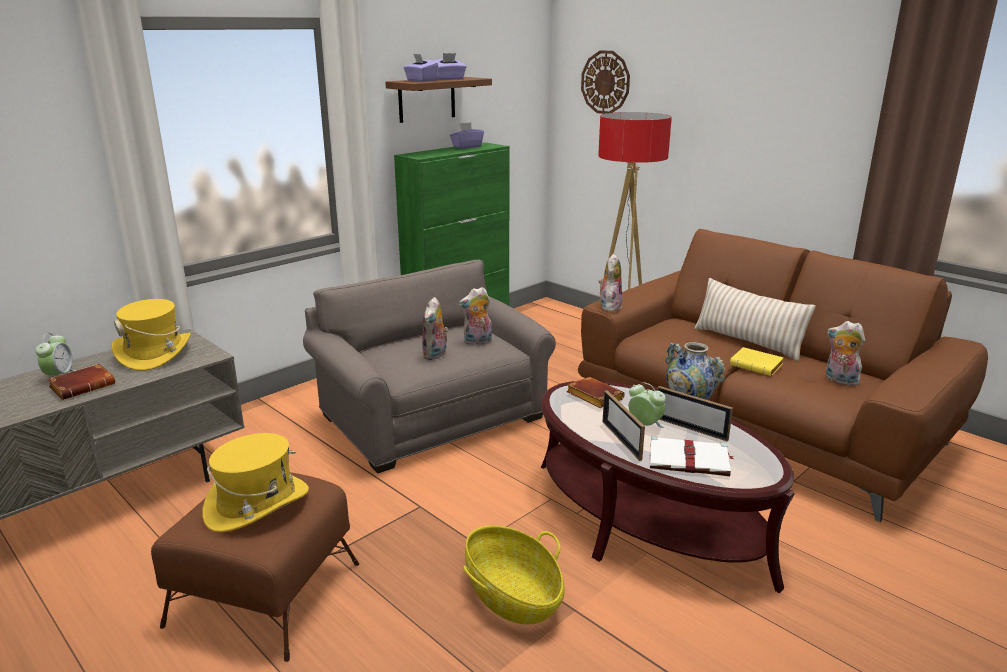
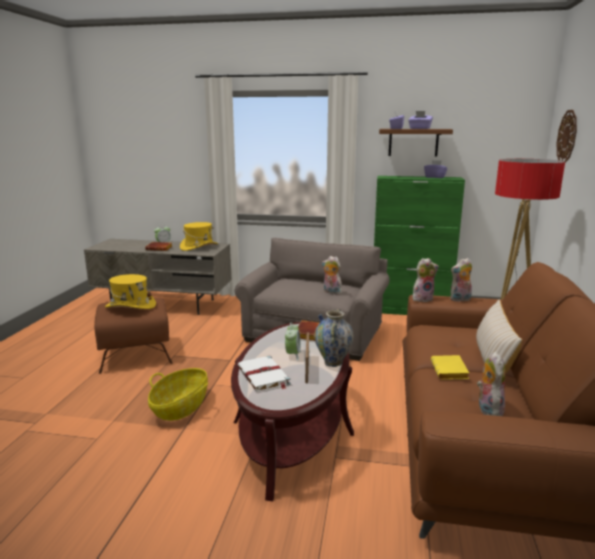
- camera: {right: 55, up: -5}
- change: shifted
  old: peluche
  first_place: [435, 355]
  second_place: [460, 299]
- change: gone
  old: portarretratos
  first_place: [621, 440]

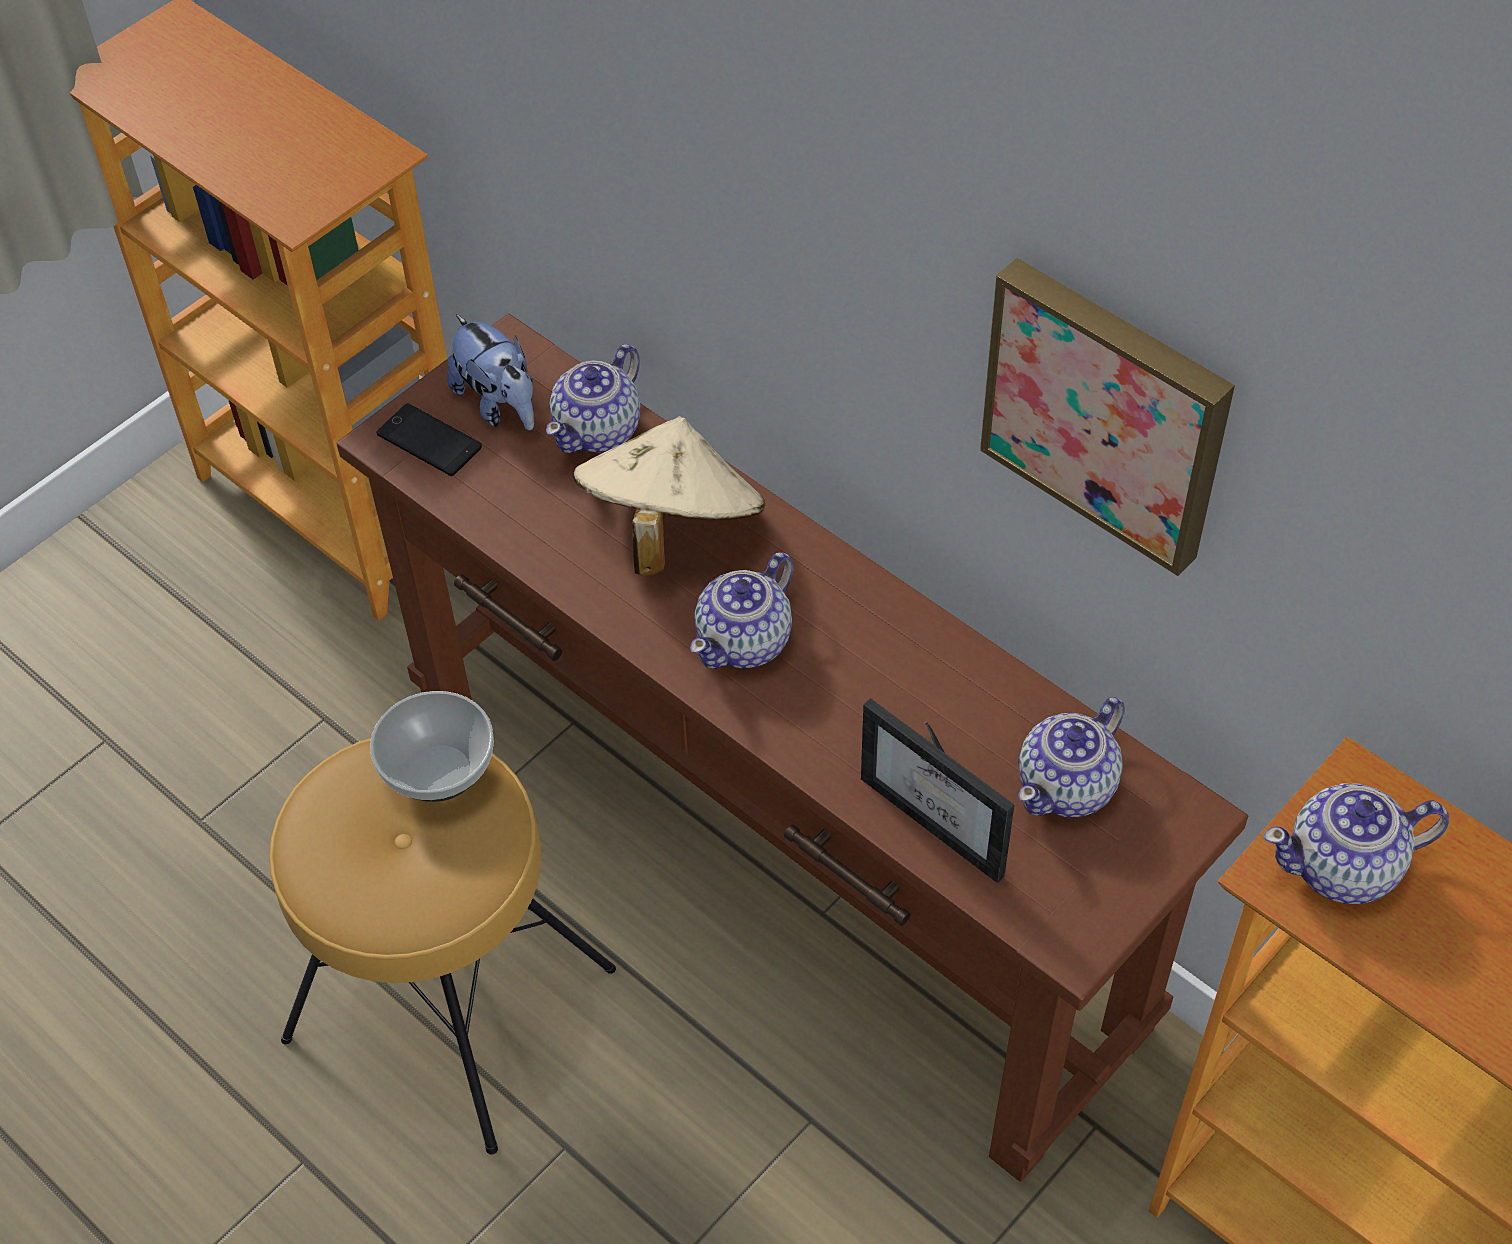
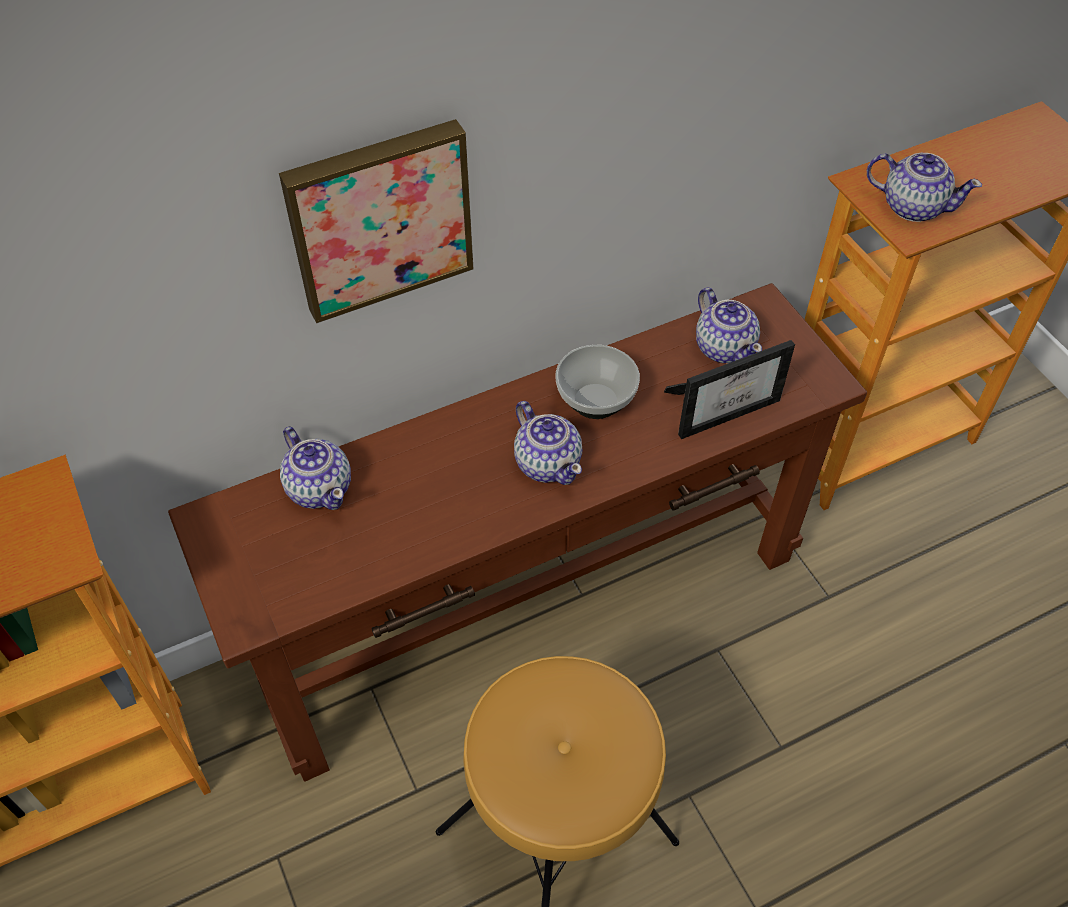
- camera: {right: -70, up: 0}
- change: shifted
  old: cuadro
  first_place: [1108, 411]
  second_place: [379, 218]
- change: shifted
  old: cuenco
  first_place: [438, 774]
  second_place: [596, 402]
- change: rotated
  old: tetera
  first_place: [1345, 867]
  second_place: [912, 206]
  degrees: -75
- change: gone
  old: móvil
  first_place: [429, 441]
- change: gone
  old: peluche
  first_place: [499, 404]
- change: gone
  old: sombrero [beis]
  first_place: [670, 528]

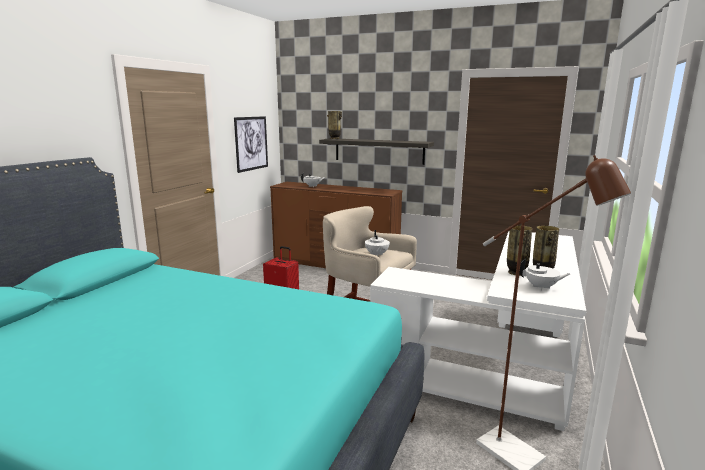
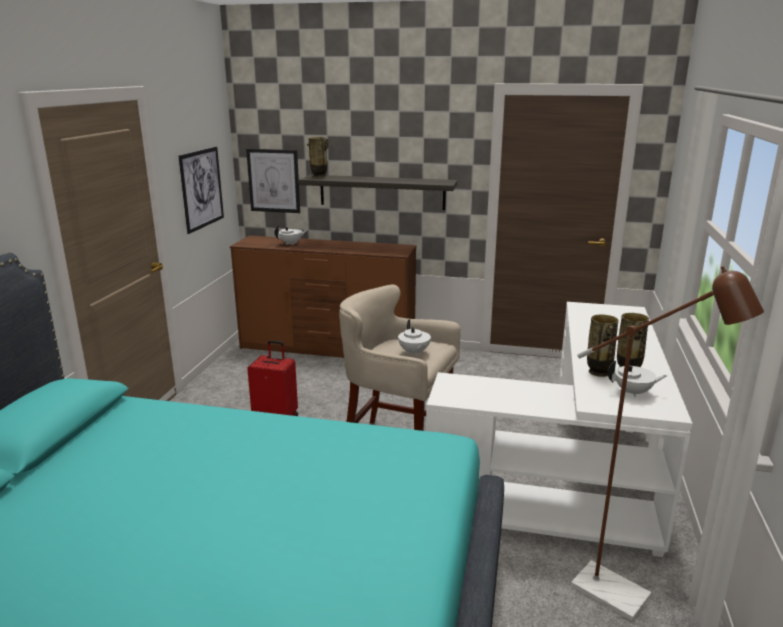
- camera: {right: -10, up: 5}
- change: new
  new: cuadro
  second_place: [274, 180]

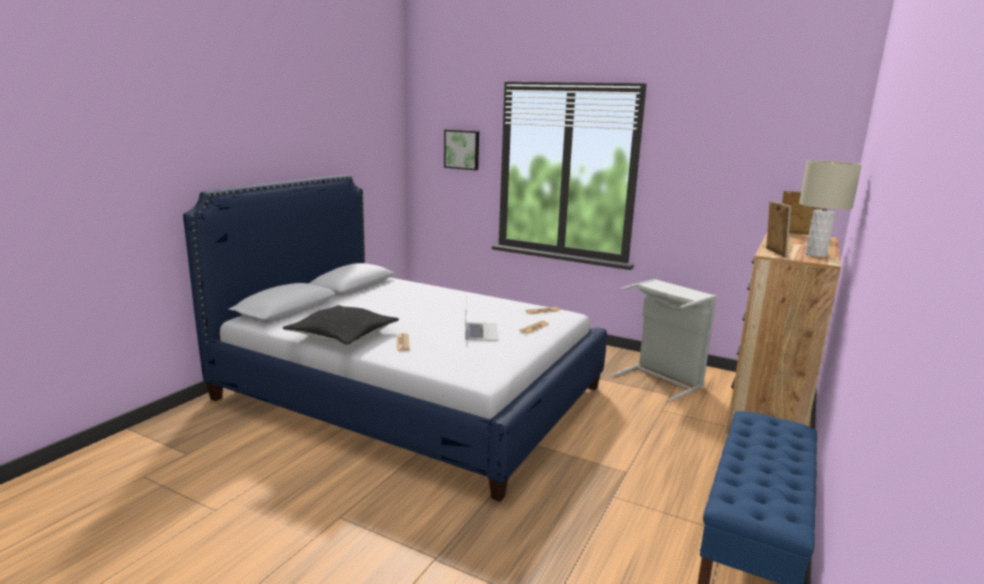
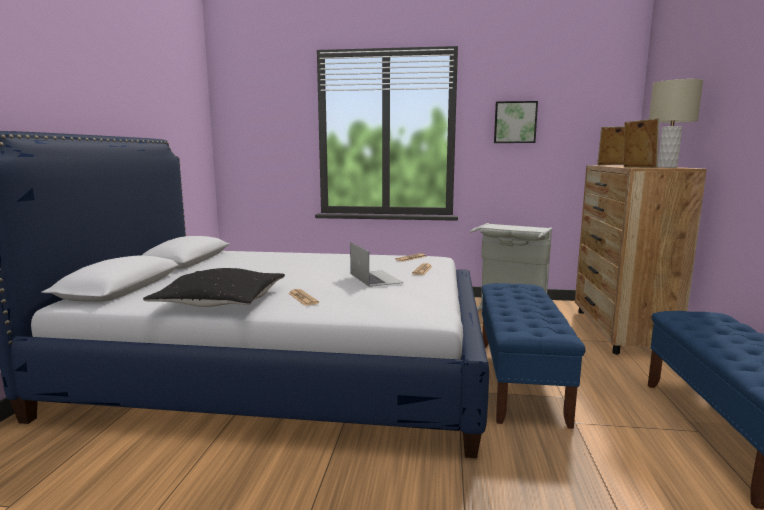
- camera: {right: -20, up: -5}
- change: new
  new: banco [azul]
  second_place: [519, 379]
- change: shifted
  old: cuadro
  first_place: [462, 149]
  second_place: [515, 122]

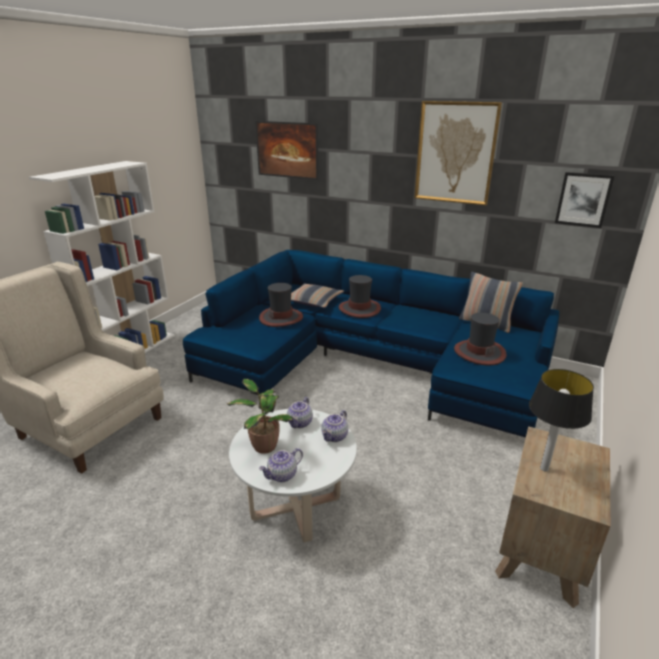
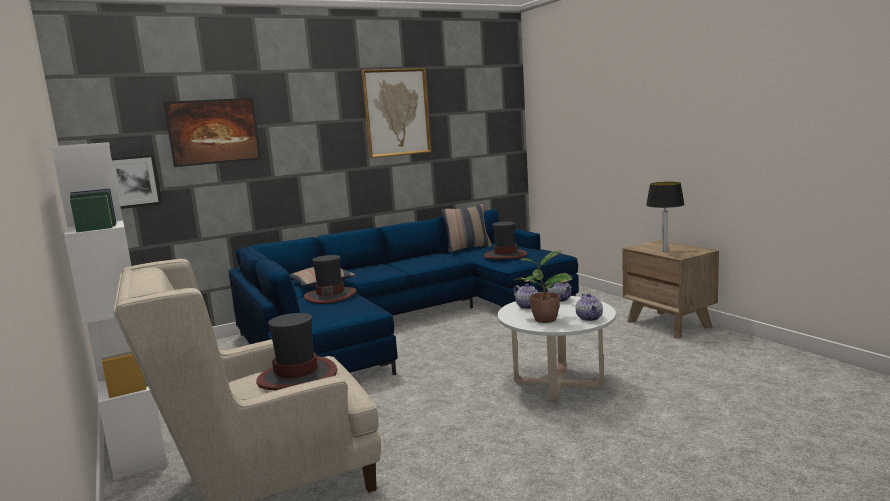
- camera: {right: -55, up: -15}
- change: shifted
  old: cuadro
  first_place: [583, 199]
  second_place: [134, 181]
- change: shifted
  old: sombrero
  first_place: [359, 309]
  second_place: [298, 376]

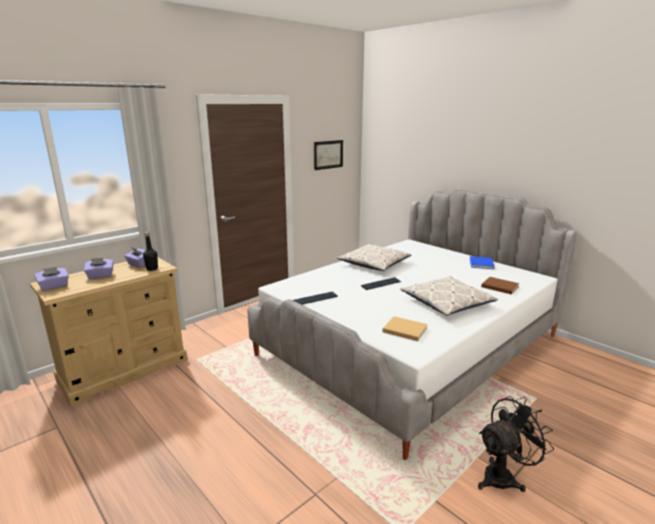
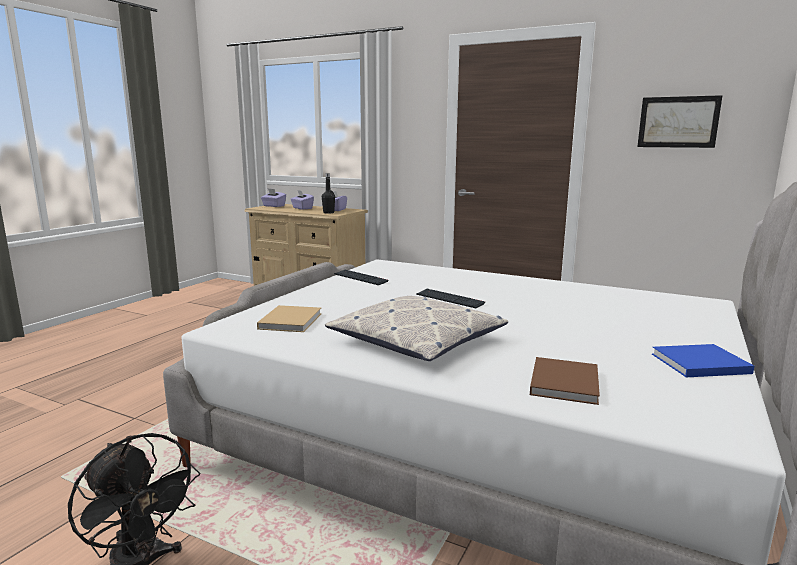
- camera: {right: 70, up: -5}
- change: gone
  old: cojín
  first_place: [374, 263]

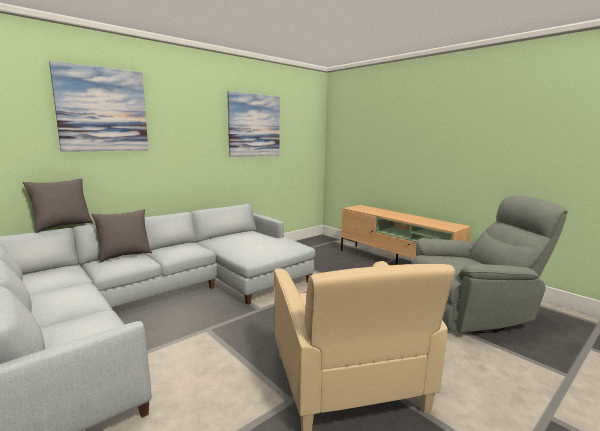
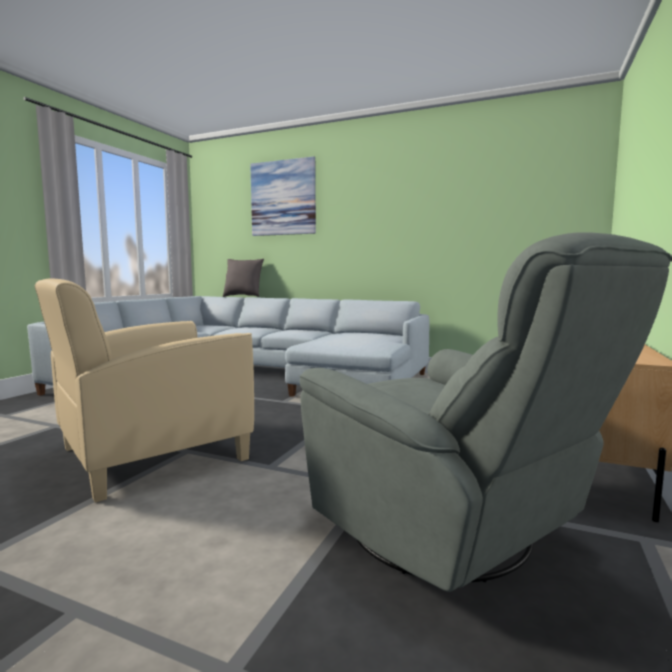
- camera: {right: 65, up: -5}
- change: gone
  old: cojín [gris]
  first_place: [124, 256]
- change: gone
  old: cuadro
  first_place: [254, 125]

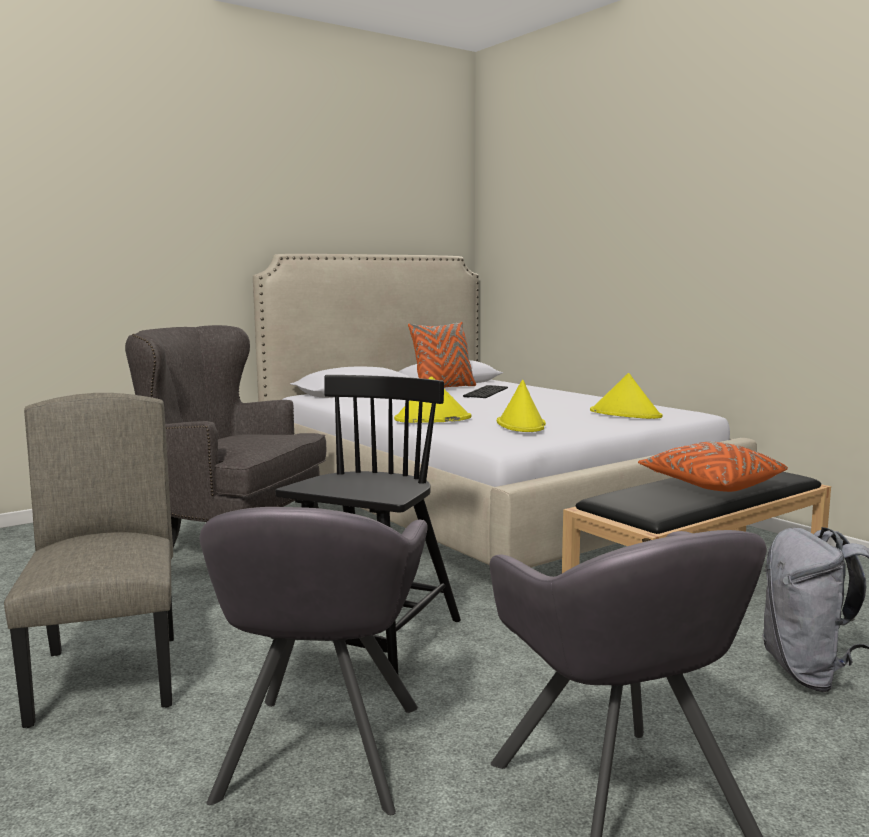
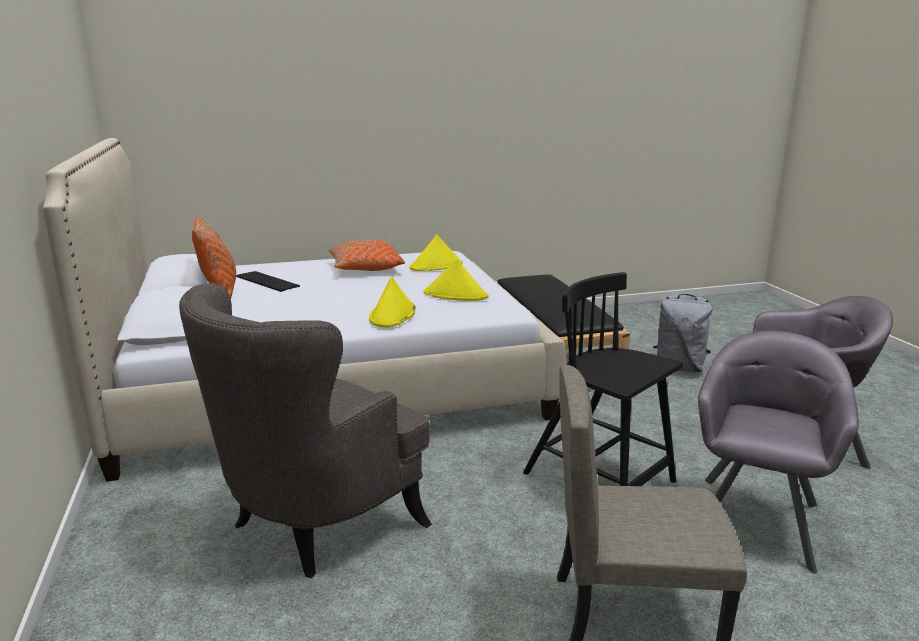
- camera: {right: -70, up: 10}
- change: shifted
  old: cojín [naranja]
  first_place: [710, 485]
  second_place: [365, 269]
- change: rotated
  old: sillón [gris]
  first_place: [320, 752]
  second_place: [756, 520]
  degrees: -90

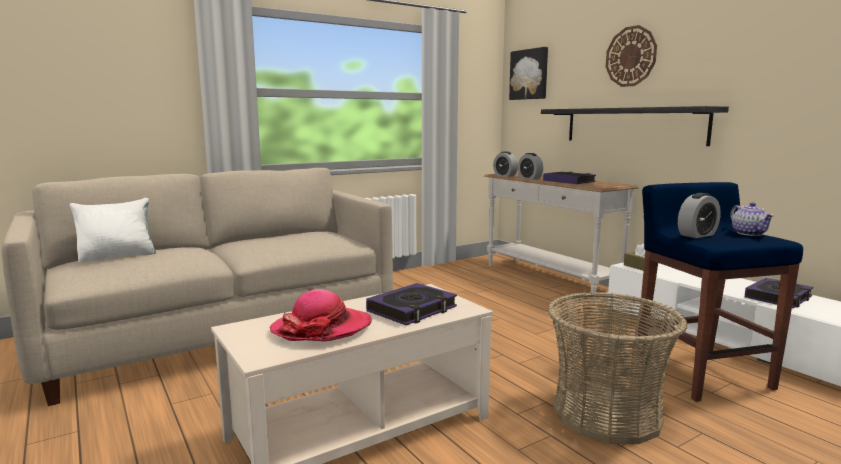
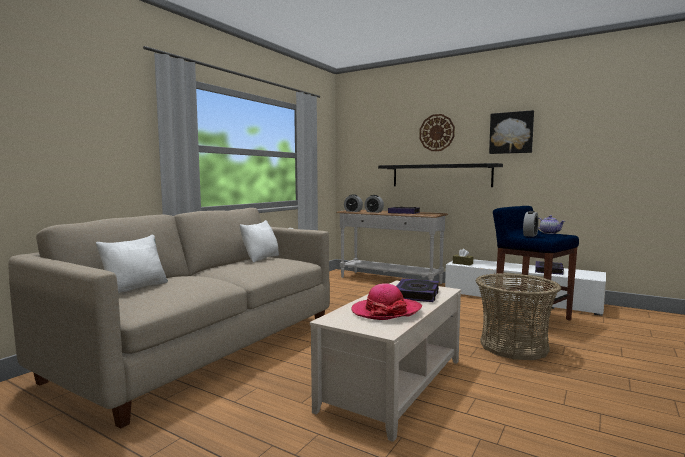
- camera: {right: -25, up: -5}
- change: new
  new: cojín [blanco]
  second_place: [261, 258]
- change: shifted
  old: cuadro
  first_place: [529, 74]
  second_place: [511, 133]

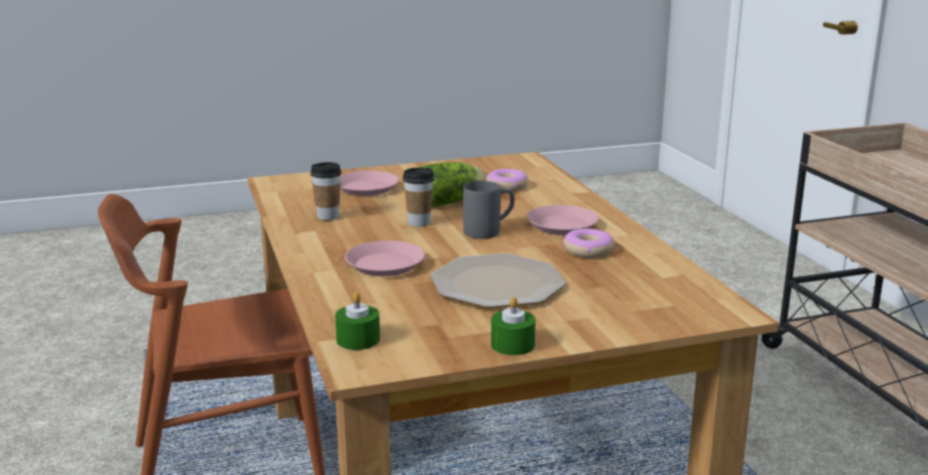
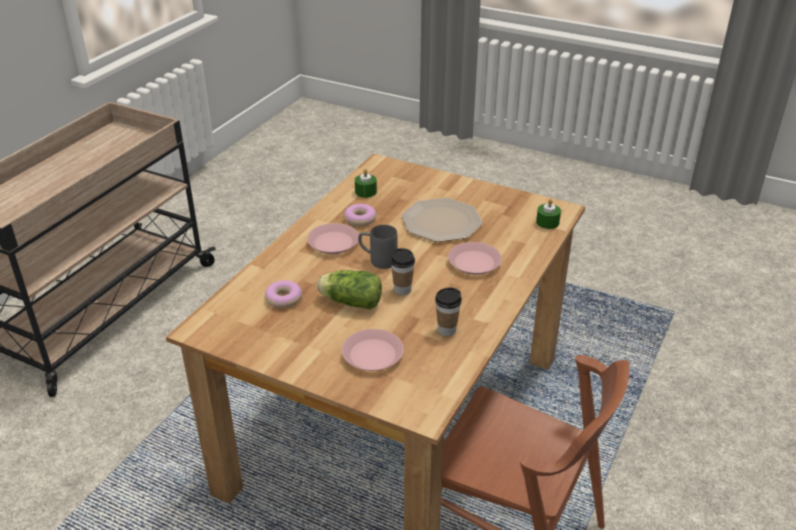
- camera: {right: -135, up: 15}
- change: shifted
  old: vela [verde]
  first_place: [512, 345]
  second_place: [365, 192]

